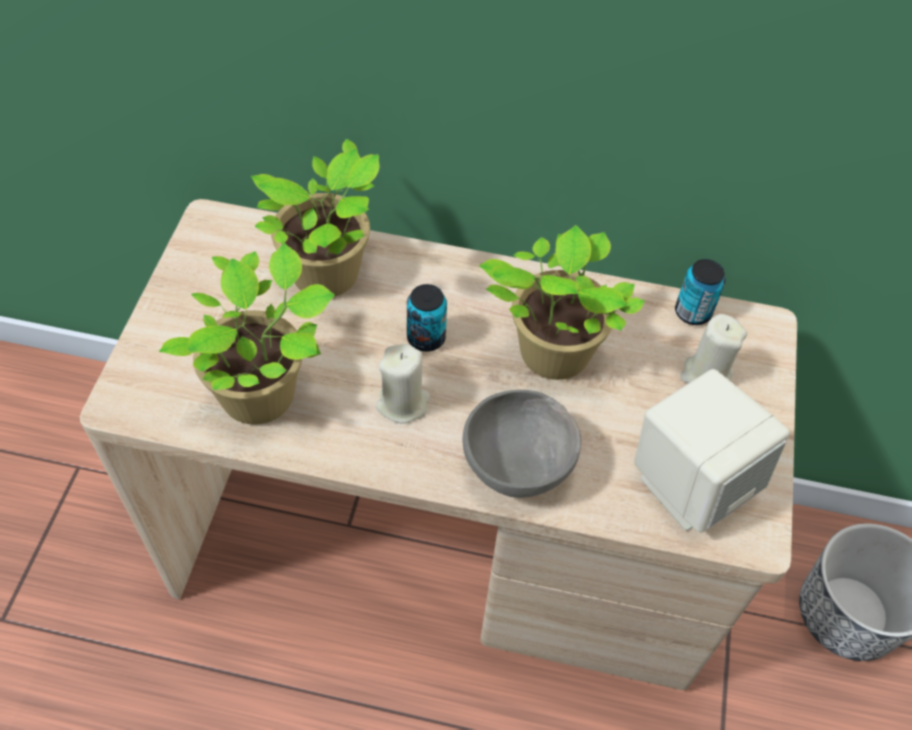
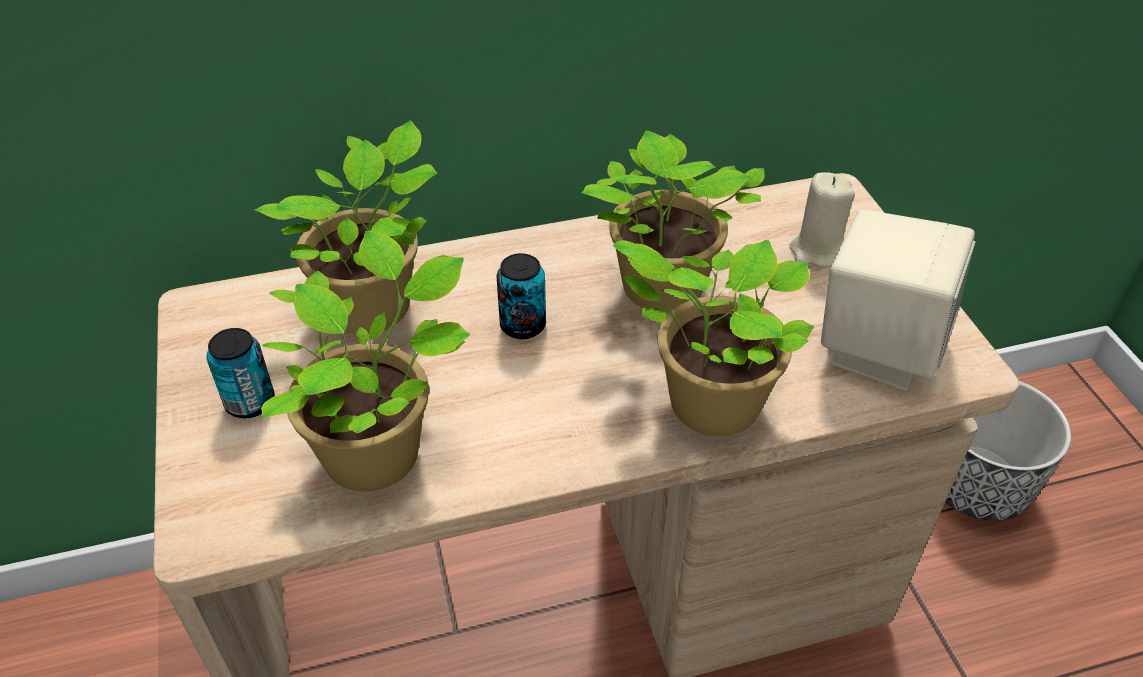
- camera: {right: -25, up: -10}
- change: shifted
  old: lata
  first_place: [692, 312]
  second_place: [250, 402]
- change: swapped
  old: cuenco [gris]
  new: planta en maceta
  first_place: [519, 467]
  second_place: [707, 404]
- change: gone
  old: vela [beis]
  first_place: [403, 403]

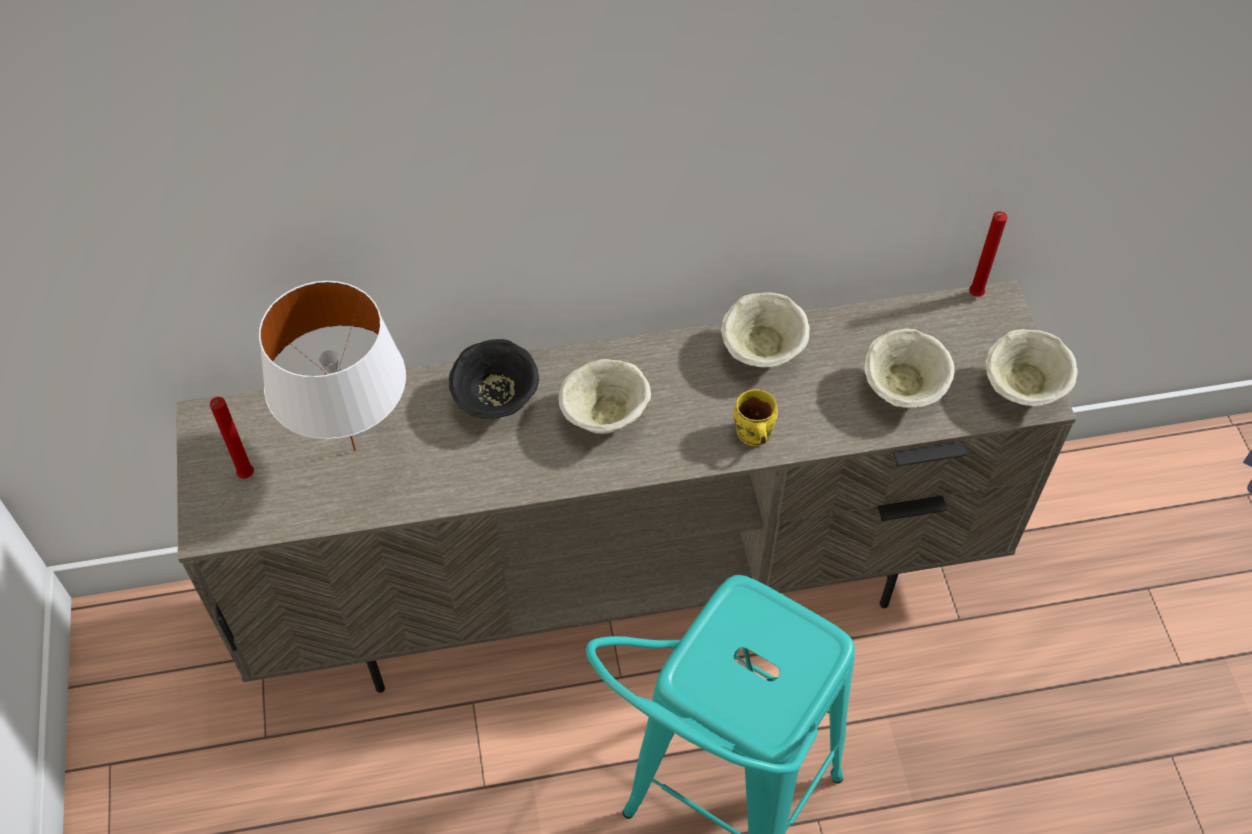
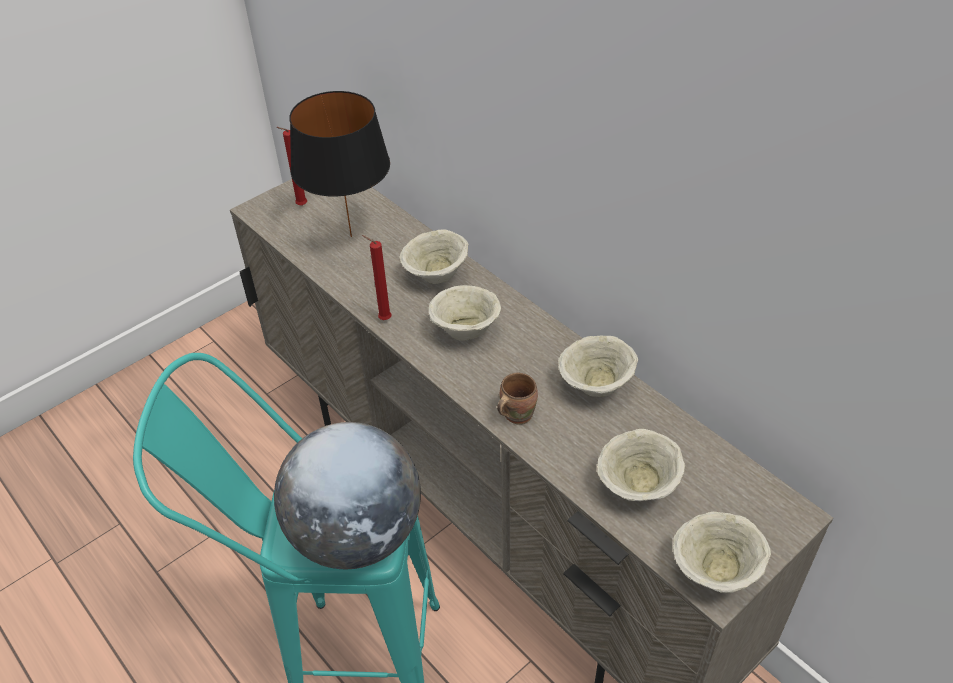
- camera: {right: 60, up: -10}
- change: new
  new: globo terráqueo
  second_place: [356, 534]
- change: repainted
  old: lámpara de mesa [blanco]
  new: lámpara de mesa [negro]
  first_place: [356, 450]
  second_place: [351, 237]
- change: shifted
  old: vela [rojo]
  first_place: [974, 296]
  second_place: [383, 319]
- change: repainted
  old: cuenco [negro]
  new: cuenco [beis]
  first_place: [497, 401]
  second_place: [437, 276]
- change: repainted
  old: taza grande [amarillo]
  new: taza grande [marrón]
  first_place: [752, 435]
  second_place: [515, 414]

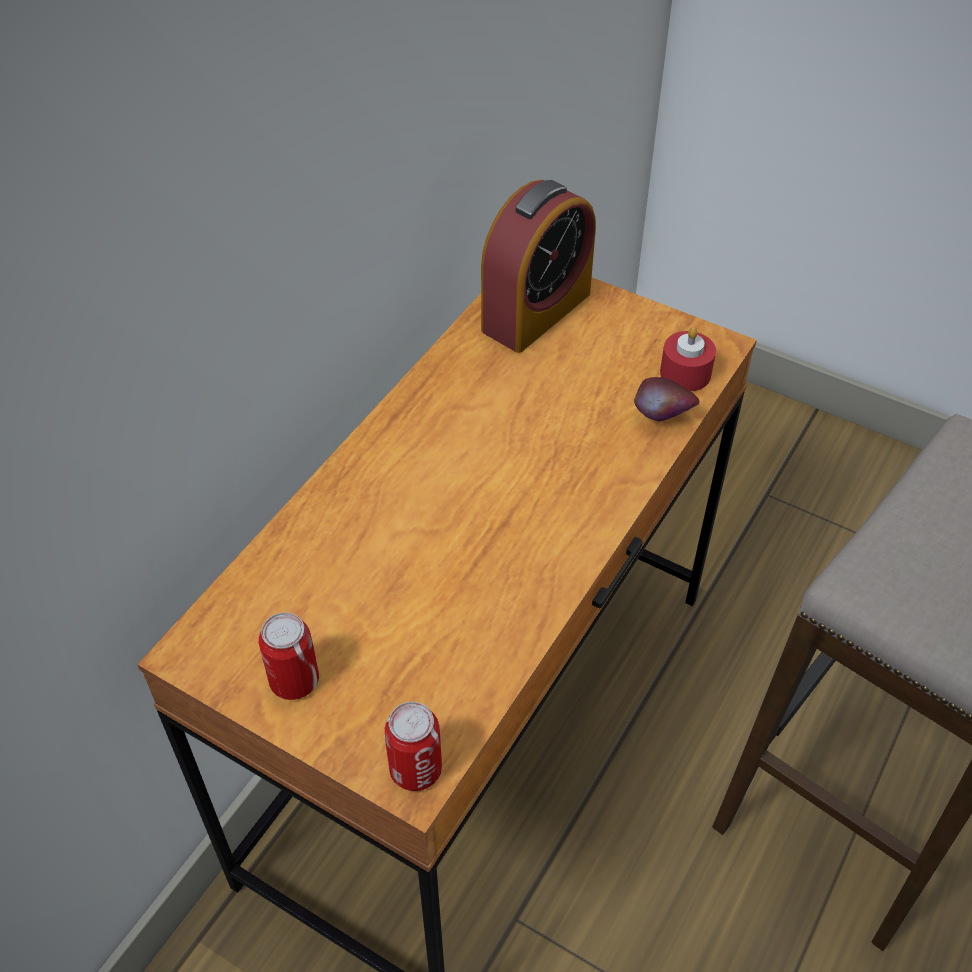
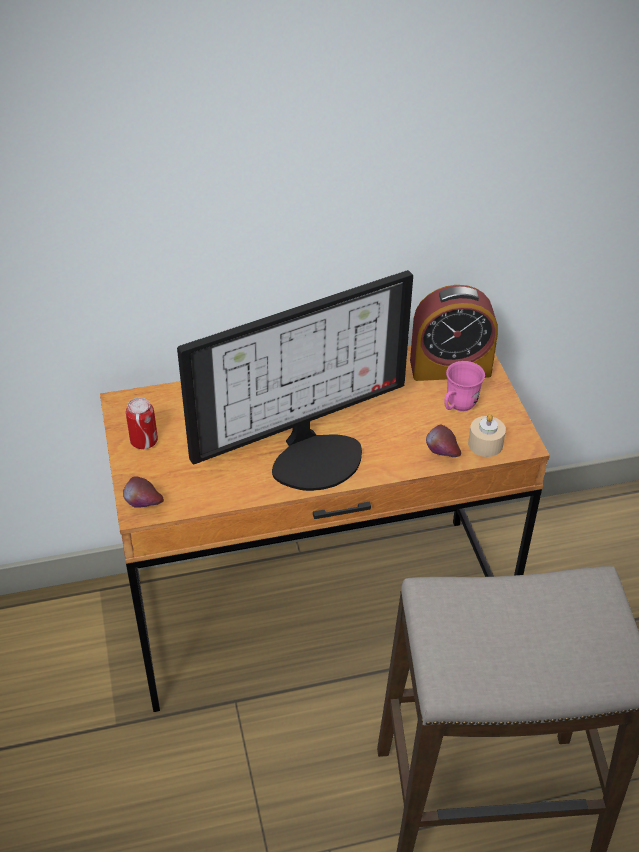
- camera: {right: 45, up: -5}
- change: swapped
  old: lata
  new: manzana
  first_place: [415, 769]
  second_place: [145, 506]
- change: new
  new: monitor
  second_place: [314, 454]
- change: new
  new: taza grande [rosa]
  second_place: [457, 407]
- change: repainted
  old: vela [rojo]
  new: vela [beis]
  first_place: [685, 373]
  second_place: [485, 444]

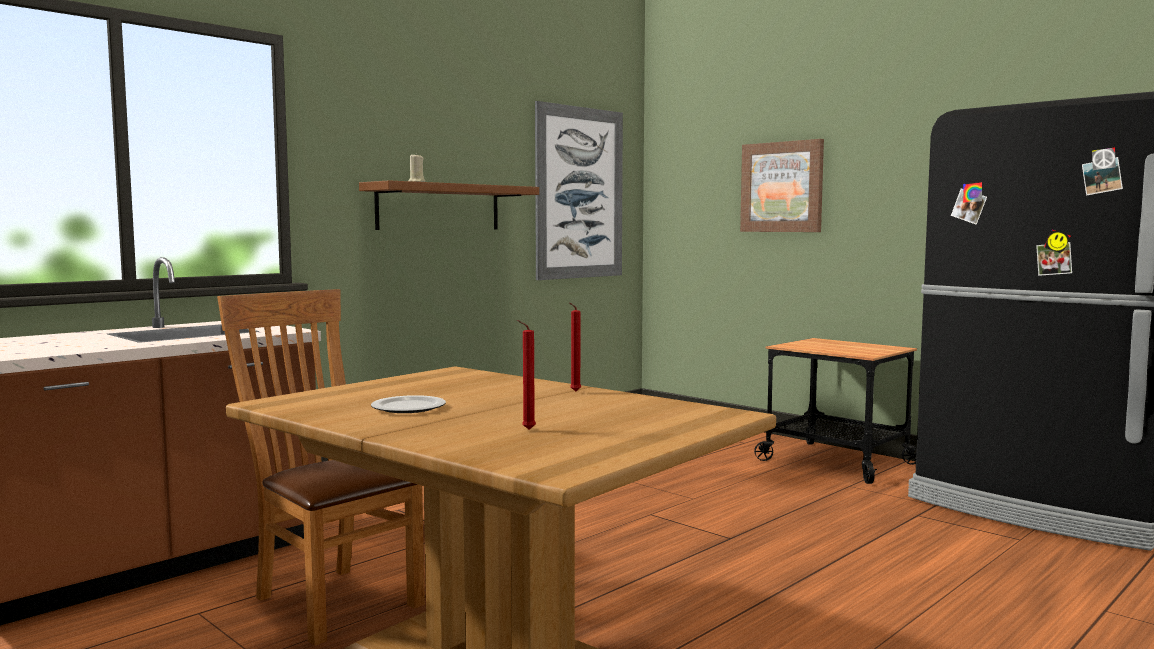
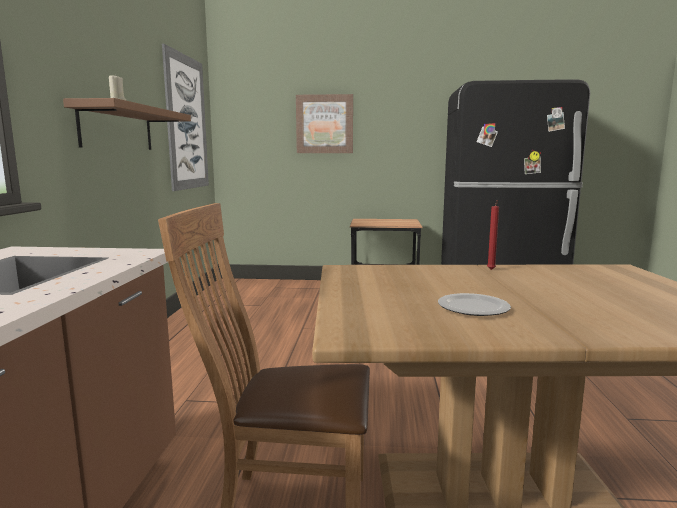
- camera: {right: -40, up: 5}
- change: gone
  old: vela [rojo]
  first_place: [526, 430]

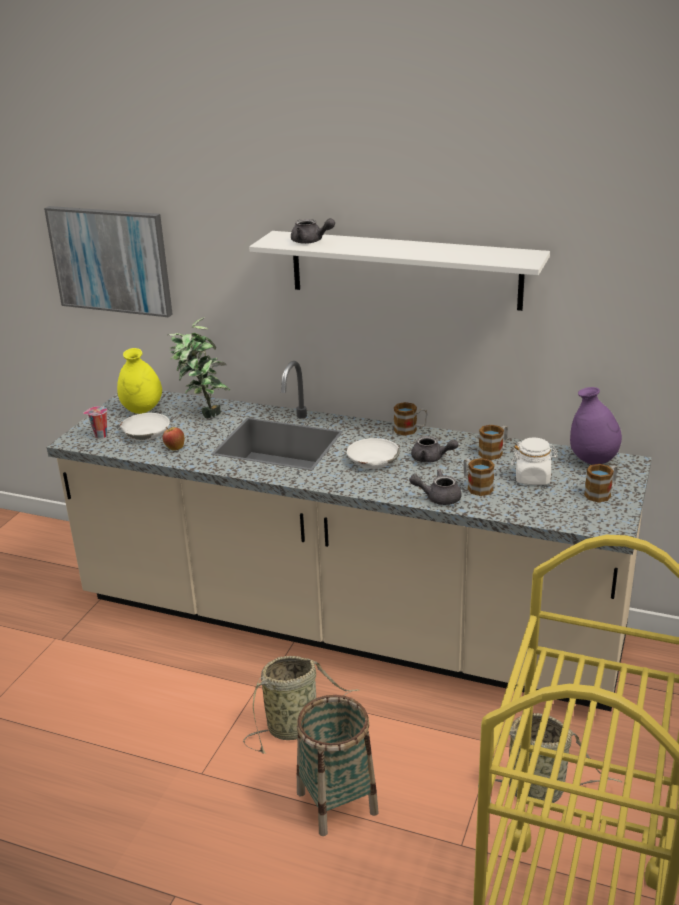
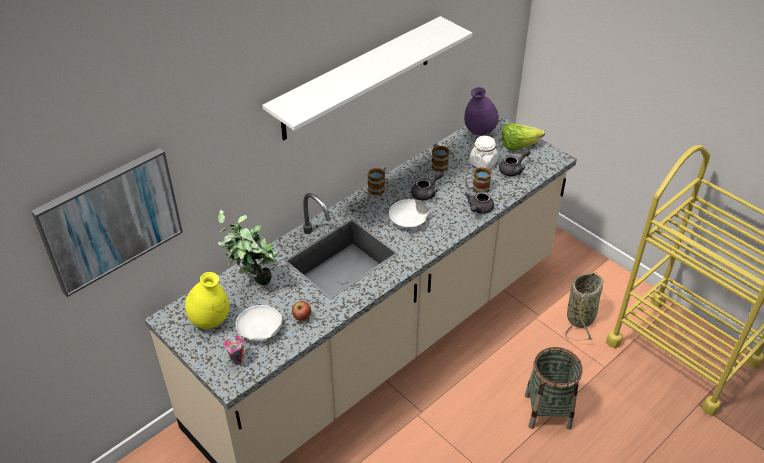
- camera: {right: -65, up: 15}
- change: shifted
  old: tetera [gris]
  first_place: [311, 241]
  second_place: [513, 169]
- change: swapped
  old: taza grande
  new: lechuga
  first_place: [601, 493]
  second_place: [518, 145]
- change: gone
  old: cesta
  first_place: [296, 726]

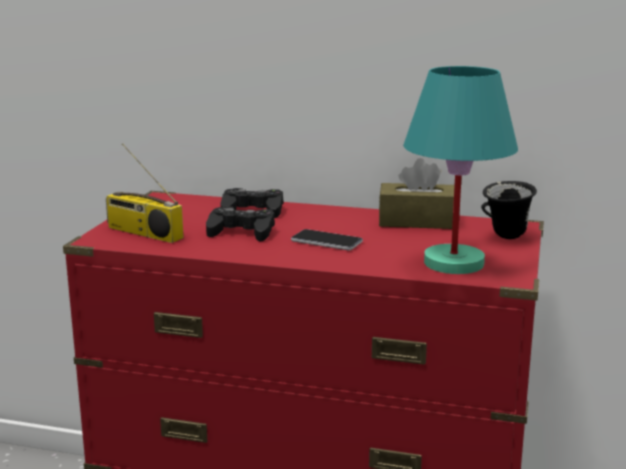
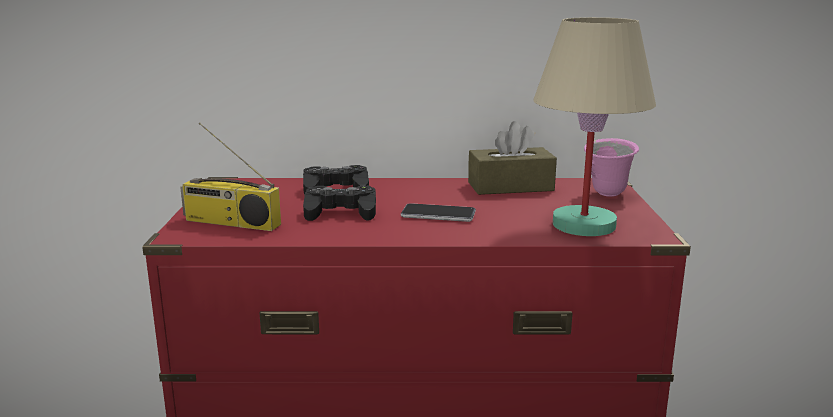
- camera: {right: -15, up: 0}
- change: repainted
  old: lámpara de mesa [turquesa]
  new: lámpara de mesa [beis]
  first_place: [454, 263]
  second_place: [584, 224]
- change: repainted
  old: taza grande [negro]
  new: taza grande [rosa]
  first_place: [506, 237]
  second_place: [607, 195]

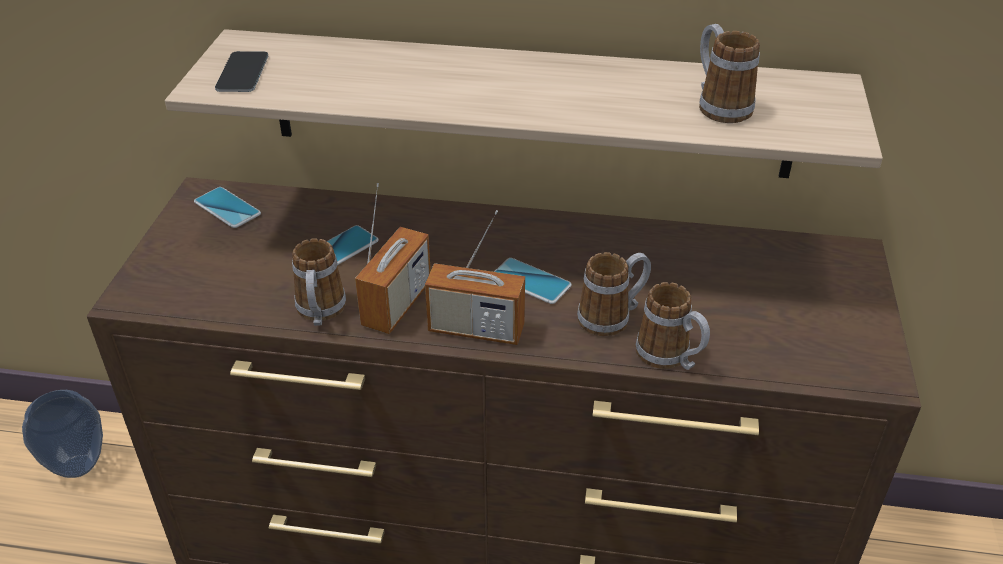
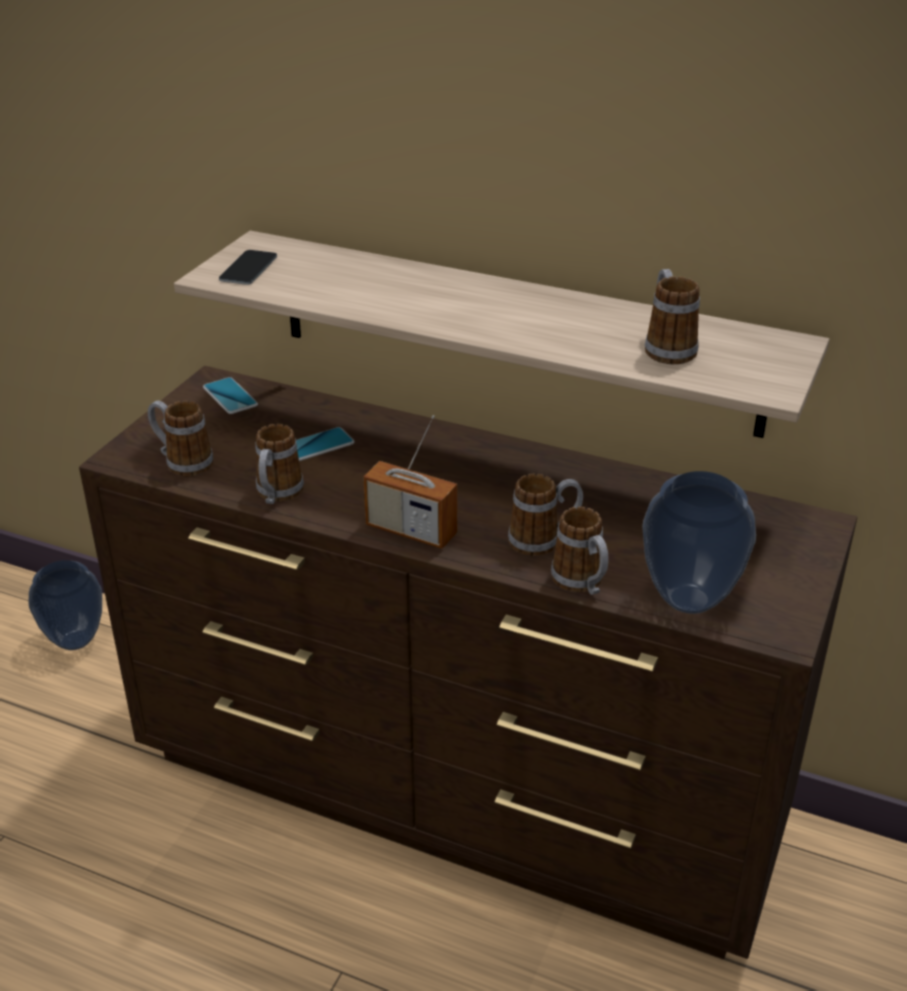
- camera: {right: 15, up: -5}
- change: new
  new: taza grande
  second_place: [182, 462]
- change: new
  new: florero
  second_place: [690, 601]
- change: gone
  old: radio
  first_place: [397, 304]
- change: gone
  old: móvil
  first_place: [530, 281]

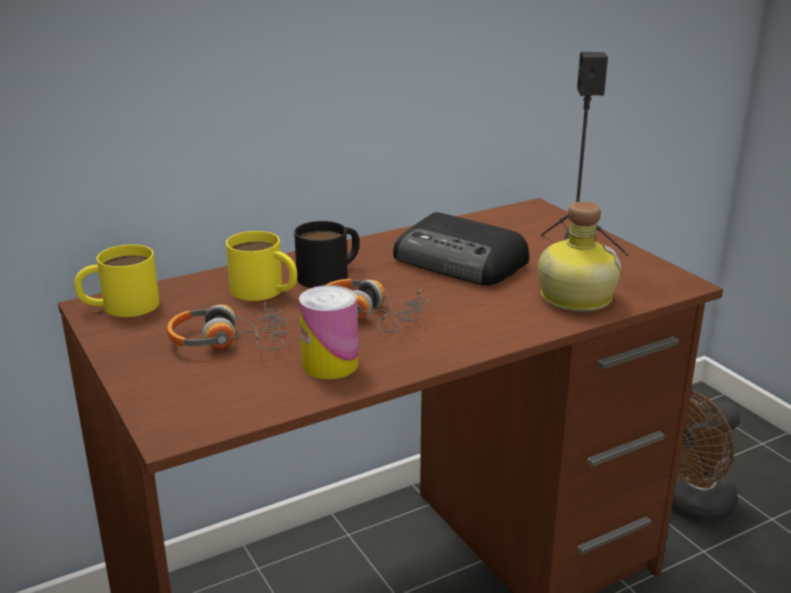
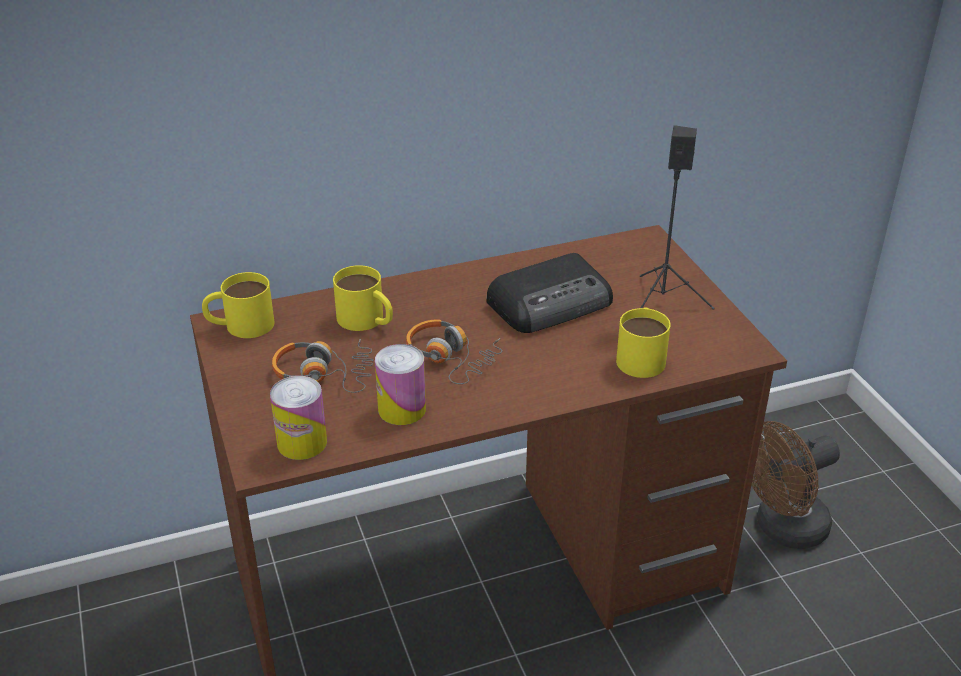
- camera: {right: 10, up: 10}
- change: new
  new: lata
  second_place: [302, 443]
- change: rotated
  old: radio
  first_place: [460, 262]
  second_place: [552, 302]
  degrees: -75
- change: swapped
  old: botella
  new: taza grande [amarillo]
  first_place: [574, 296]
  second_place: [641, 356]
- change: gone
  old: taza grande [negro]
  first_place: [330, 274]

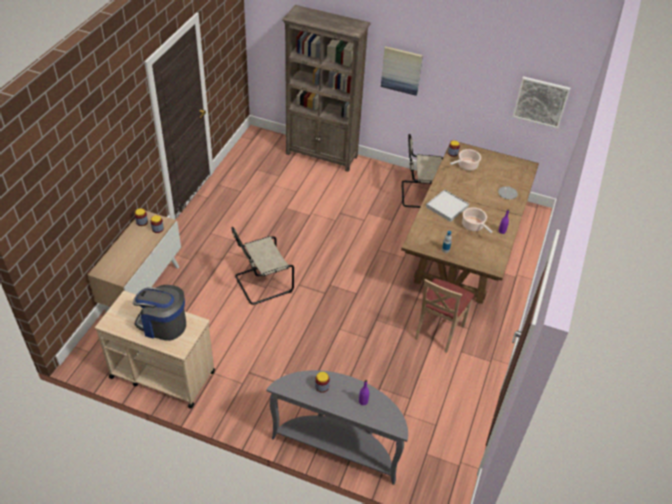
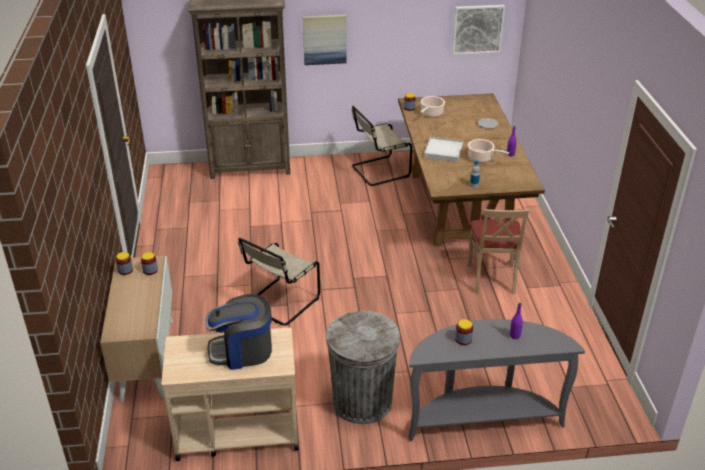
- camera: {right: -25, up: -10}
- change: new
  new: papelera [gris]
  second_place: [362, 401]

